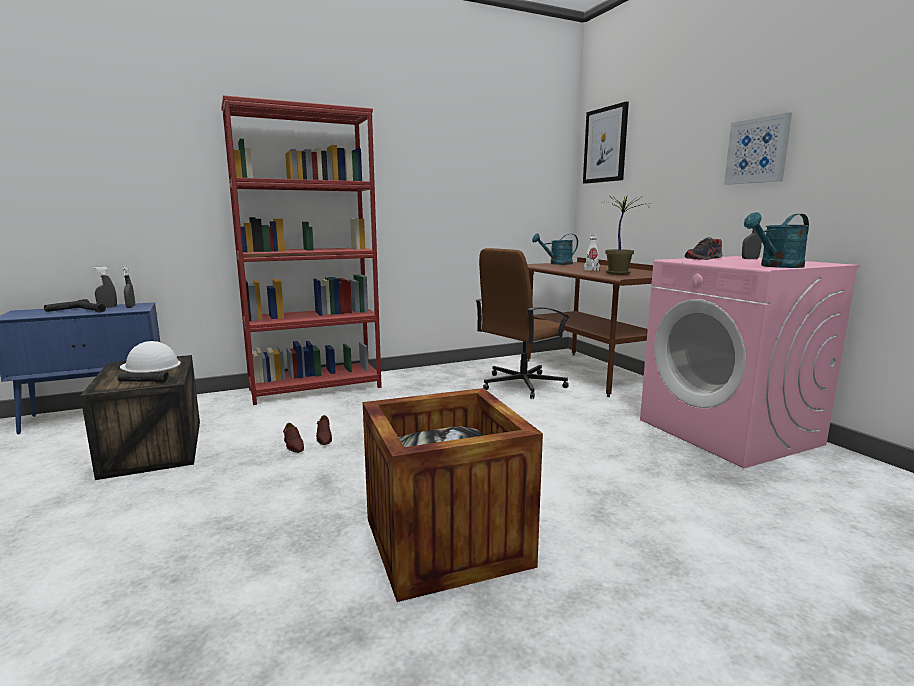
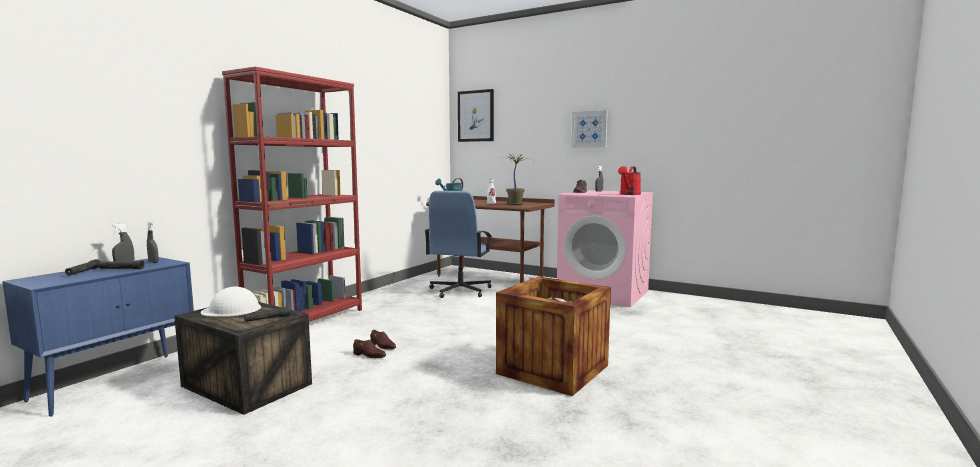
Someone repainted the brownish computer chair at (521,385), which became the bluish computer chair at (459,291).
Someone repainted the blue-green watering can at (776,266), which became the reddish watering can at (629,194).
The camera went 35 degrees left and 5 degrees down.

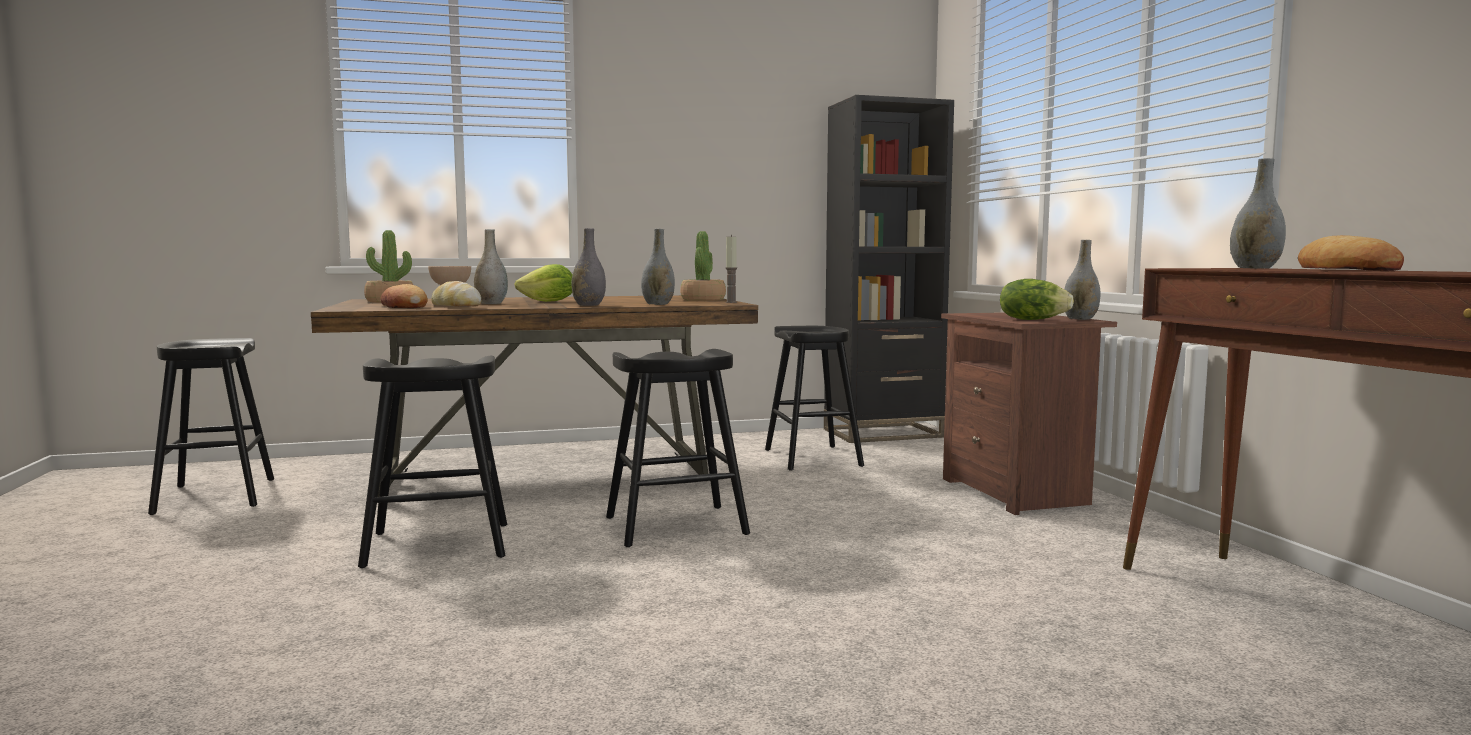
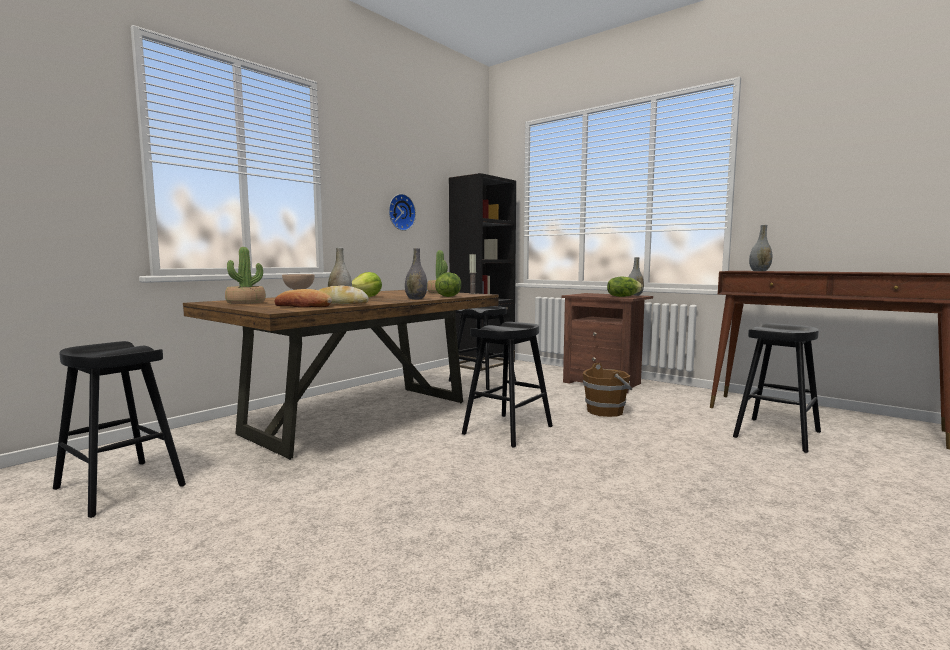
Someone took away the bakery bread at (1346,269).
Someone put up the hanging clock at (400,212).
Someone put down the brownish pail at (606,411).
Someone carried the black sitting stool from (438,545) to (777,434).
Someone swapped the gray decorative vase at (658,304) for the lettuce head at (448,296).
The camera went 35 degrees left and 0 degrees up.

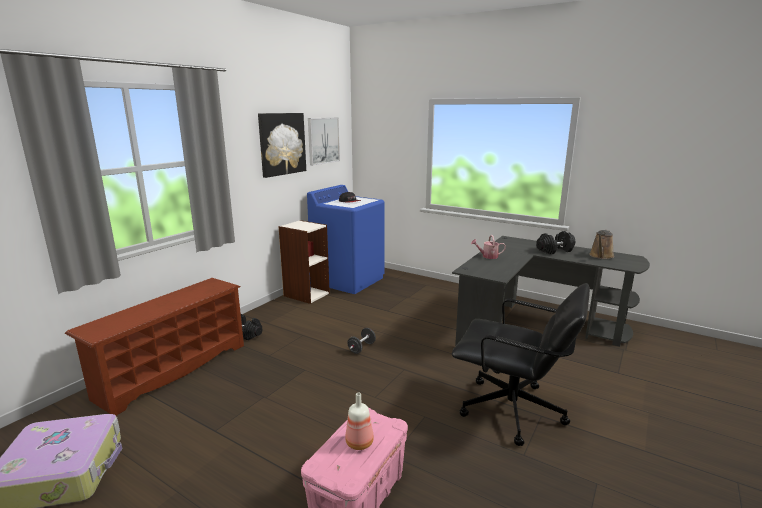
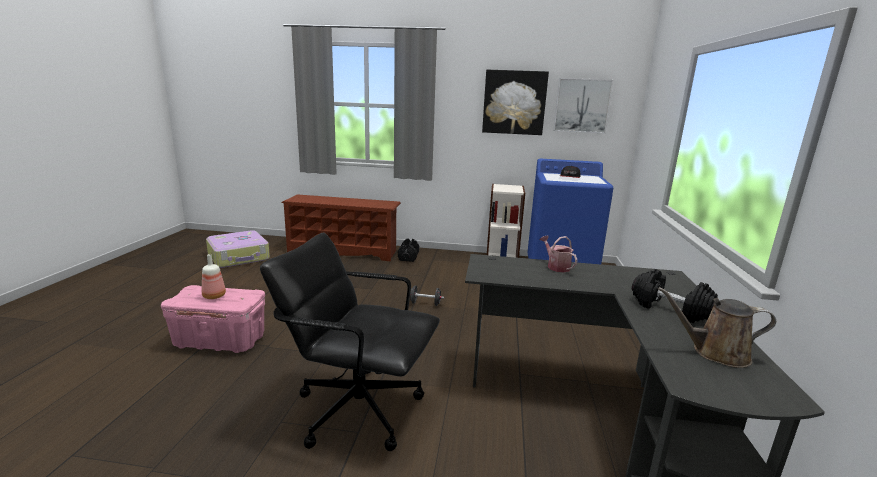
Someone rotated the black computer chair at (512,411) by 105 degrees clockwise.
The camera went 65 degrees right and 0 degrees up.

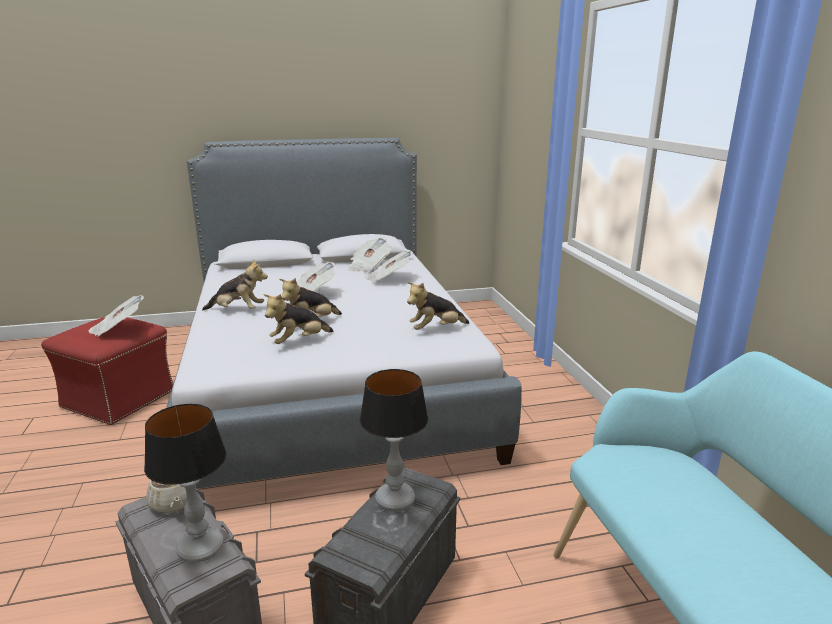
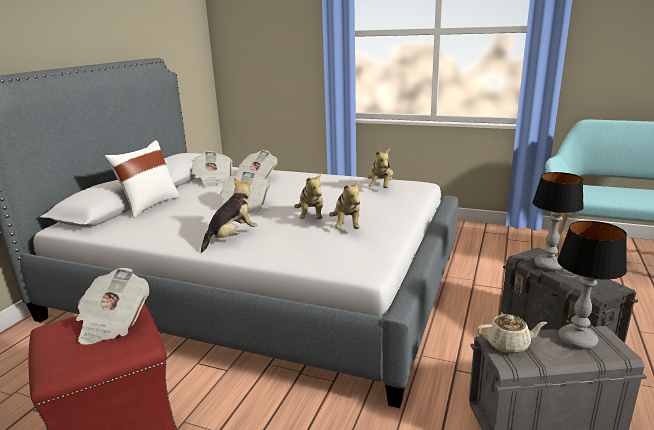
Someone put down the white-coloured throw pillow at (149,205).
The camera went 55 degrees left and 0 degrees up.

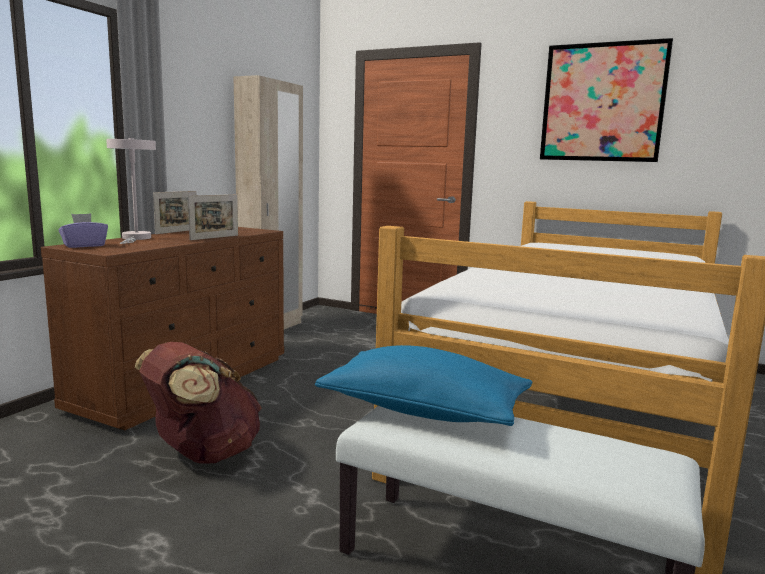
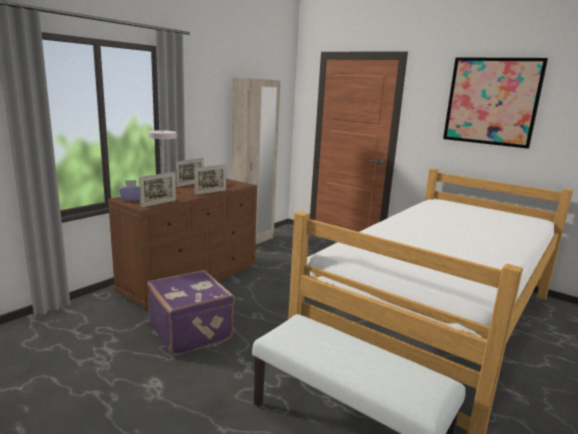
Someone took away the bluish throw pillow at (424,410).
Someone put down the photo frame at (158,203).
Someone swapped the brownish backpack at (202,454) for the purple-coloured piece of luggage at (191,331).
The camera went 10 degrees right and 5 degrees up.

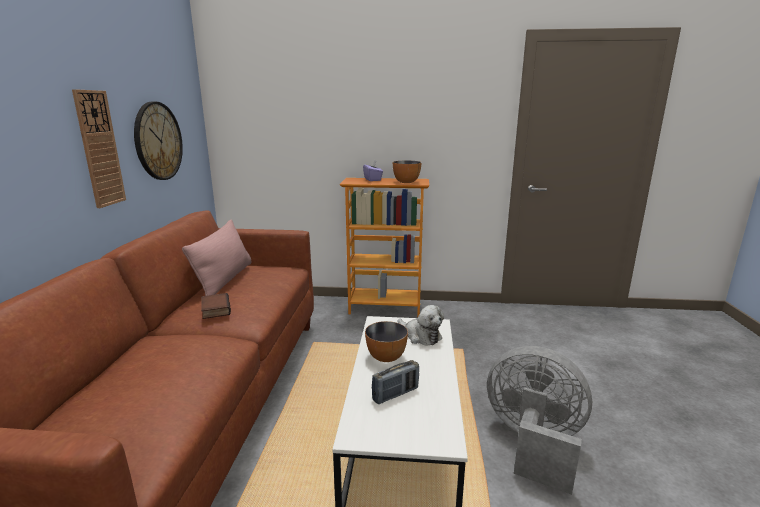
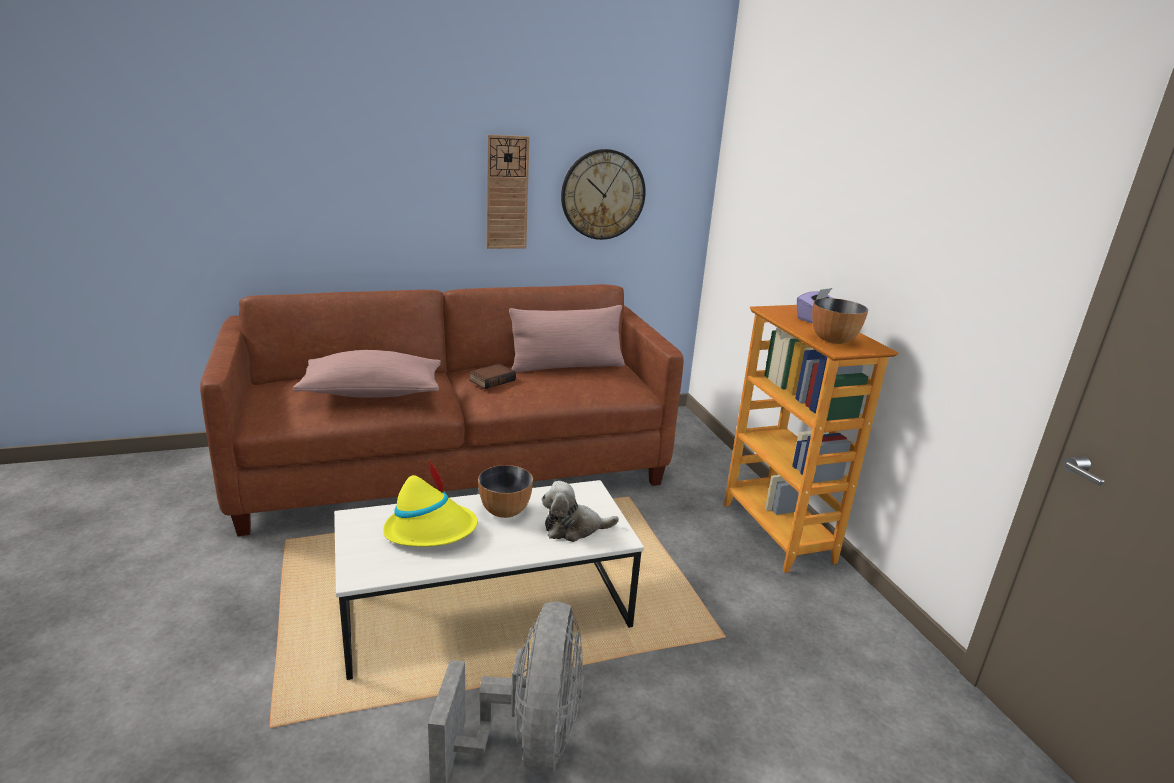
Someone put down the pinkish throw pillow at (372,393).
Someone swapped the radio at (395,394) for the yellowish wearable hat at (431,530).
Someone rotated the plush toy at (421,336) by 60 degrees clockwise.
The camera went 65 degrees right and 5 degrees up.

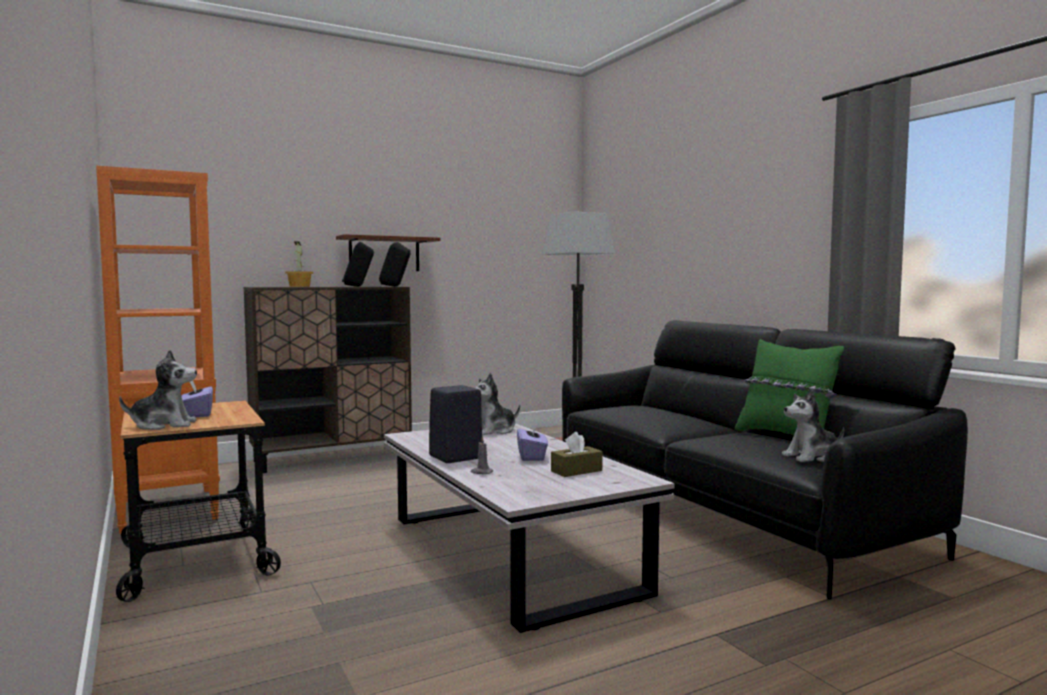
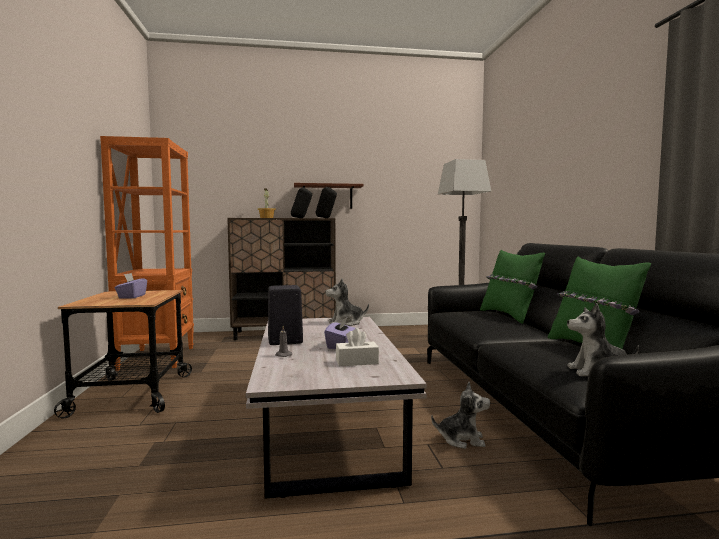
Someone put down the green throw pillow at (509,316).
Someone carried the plush toy from (164,425) to (462,439).
Someone repainted the brownish tissue box at (576,471), which became the white-coloured tissue box at (357,362).
The camera went 20 degrees right and 0 degrees up.

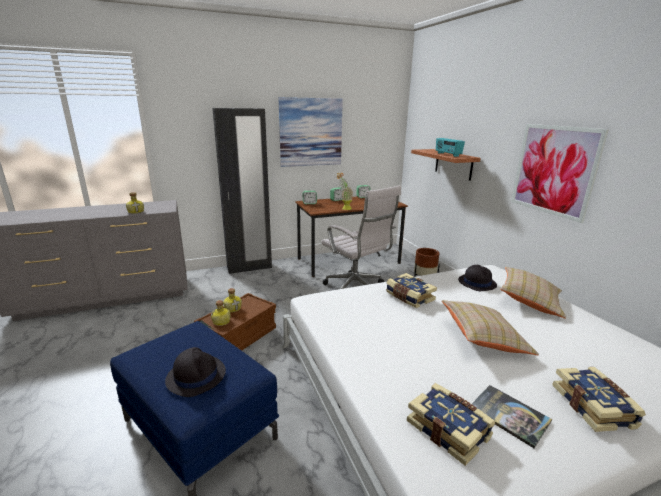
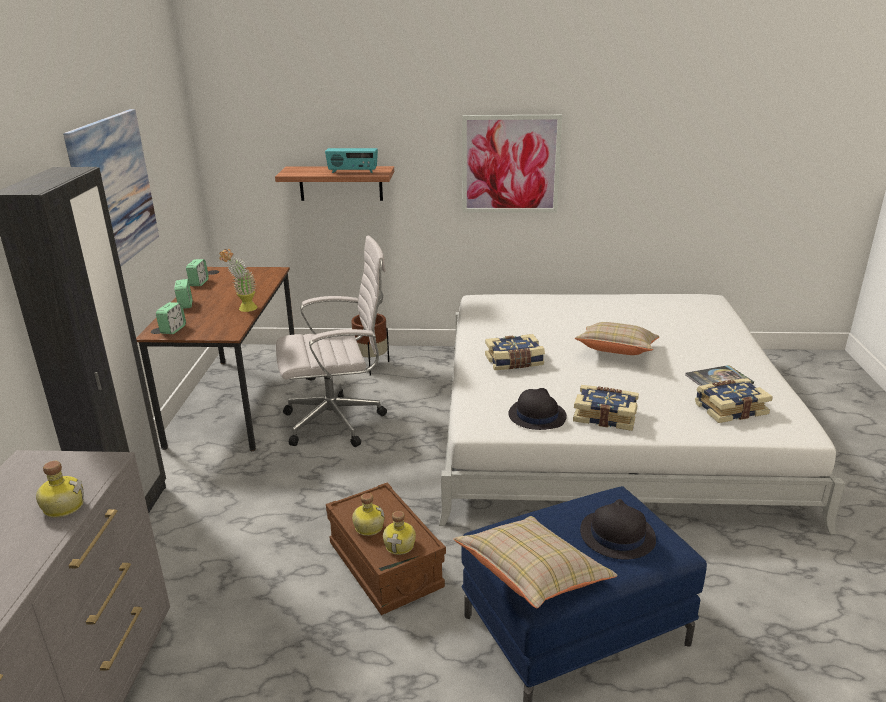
Someone carried the black wearable hat from (477,282) to (536,415).
Someone carried the beige-coloured throw pillow from (529,301) to (533,577).
Someone carried the bound book from (594,406) to (605,416).
The camera went 65 degrees left and 5 degrees up.

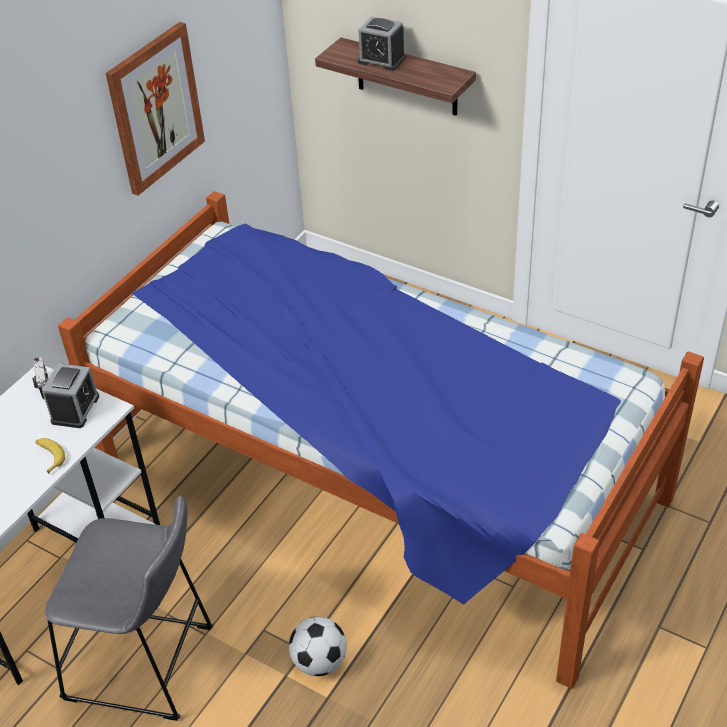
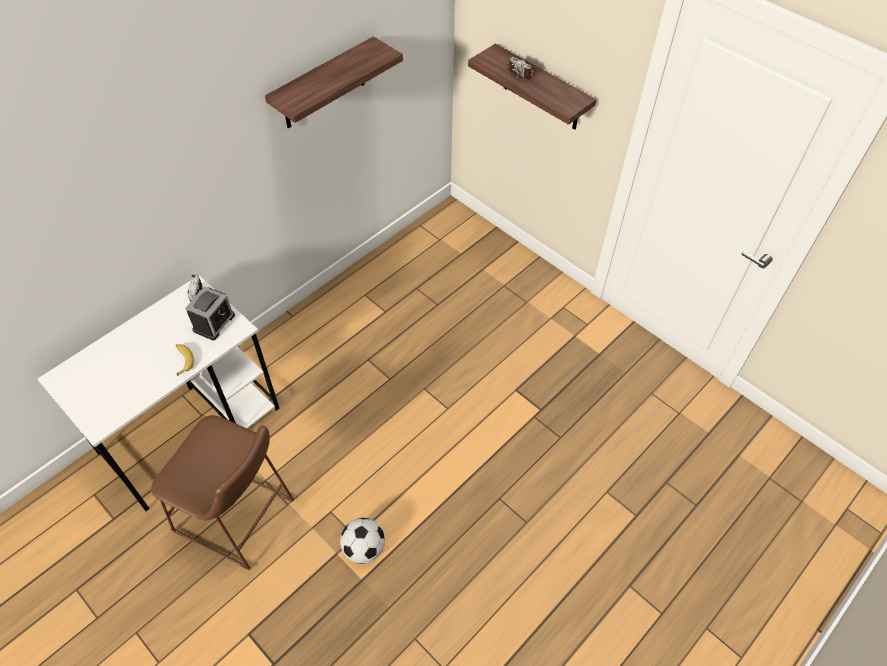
Someone took away the bed at (376,482).
Someone swapped the picture at (155,108) for the bracket shelf at (323,85).
Someone swapped the bedside clock at (381,60) for the photo camera at (521,72).
Someone repainted the gray sitting stool at (147,665), which became the brownish sitting stool at (239,519).
The camera went 10 degrees right and 10 degrees up.

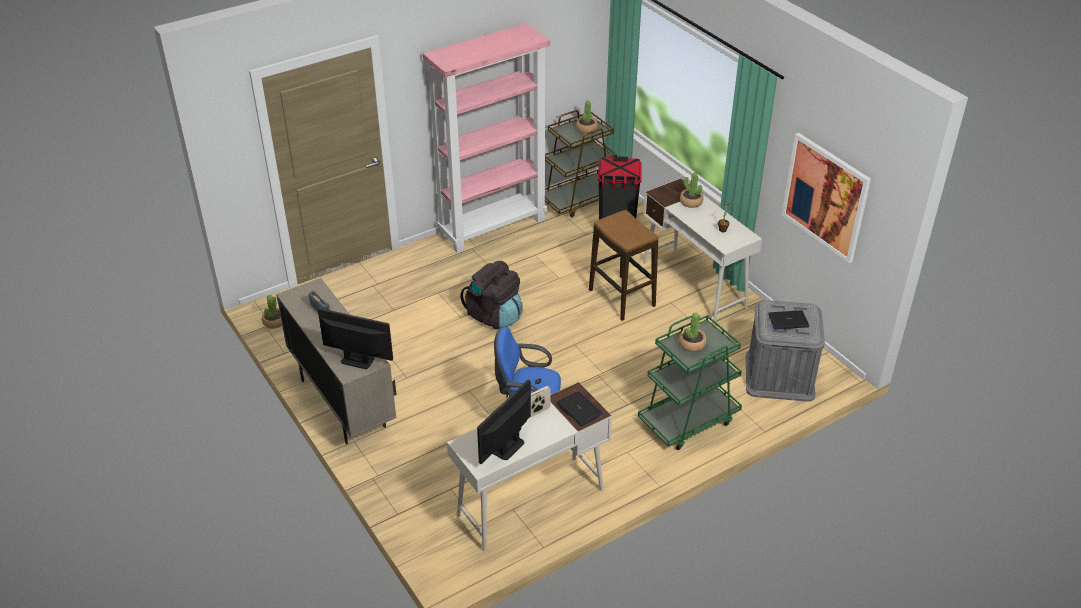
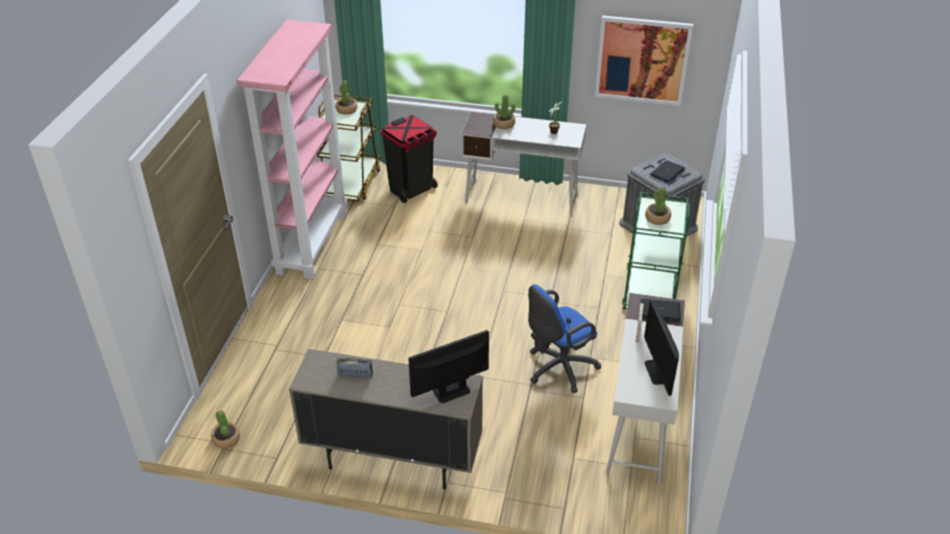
Someone took away the black backpack at (494,316).
Someone took away the sitting stool at (621,298).
The camera went 45 degrees left and 0 degrees up.

